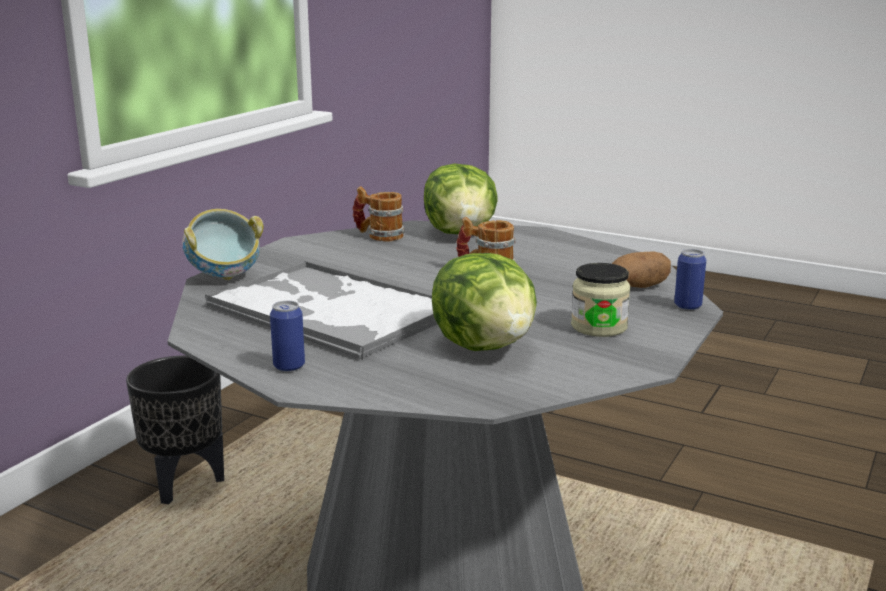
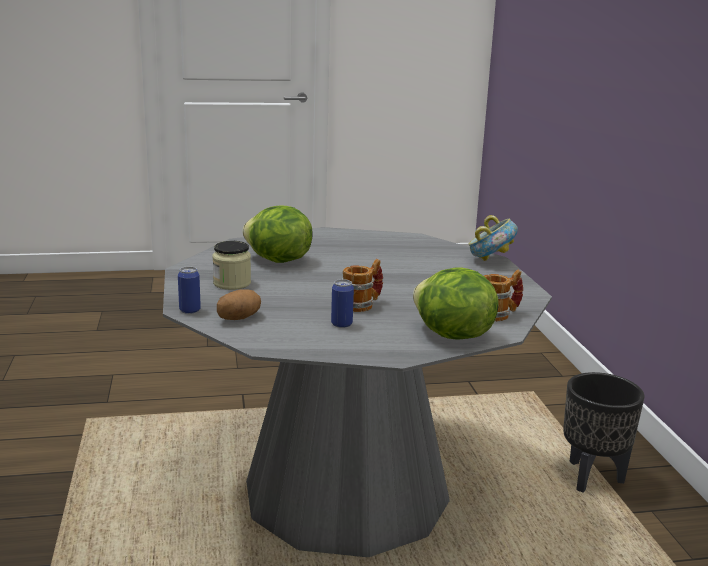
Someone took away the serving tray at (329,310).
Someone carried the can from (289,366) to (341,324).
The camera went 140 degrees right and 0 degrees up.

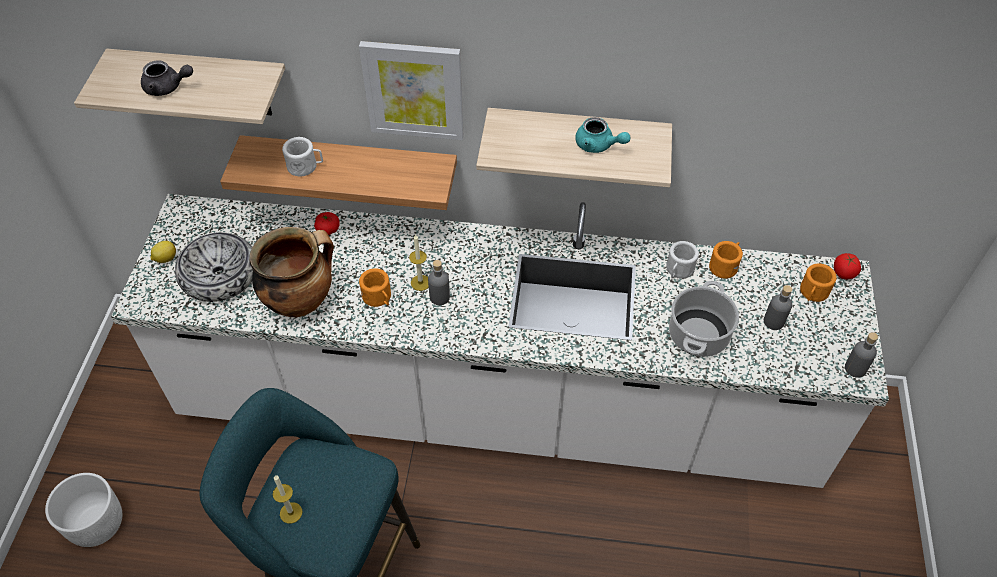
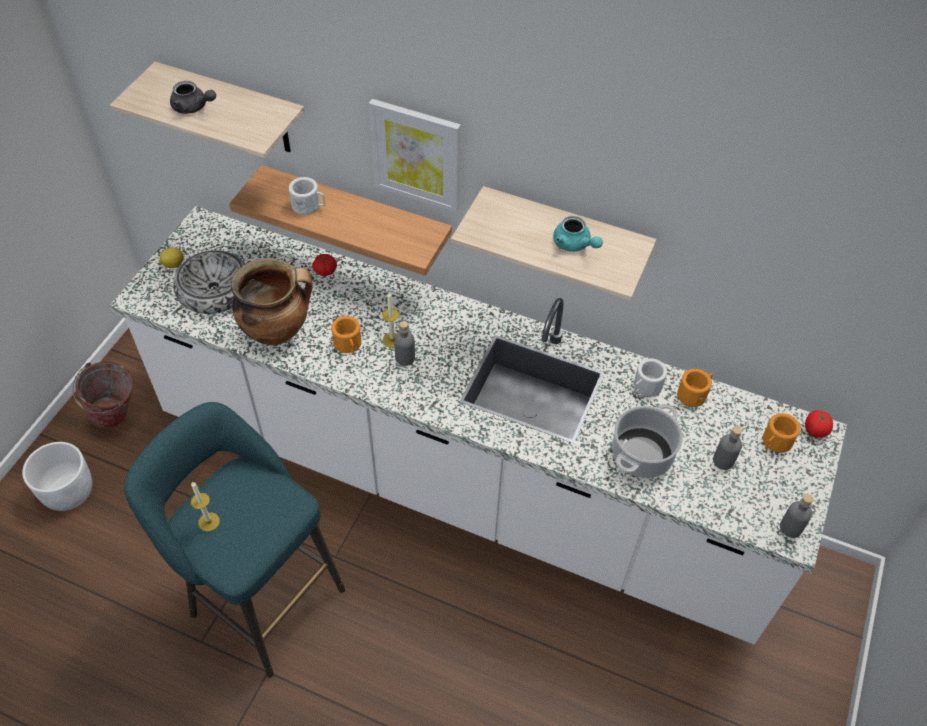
Someone put down the pail at (117,418).
The camera went 15 degrees right and 0 degrees up.

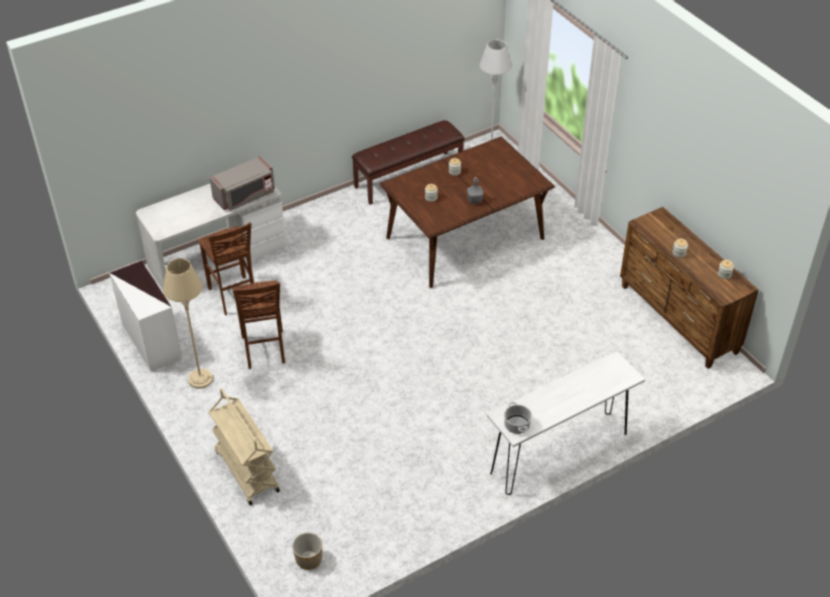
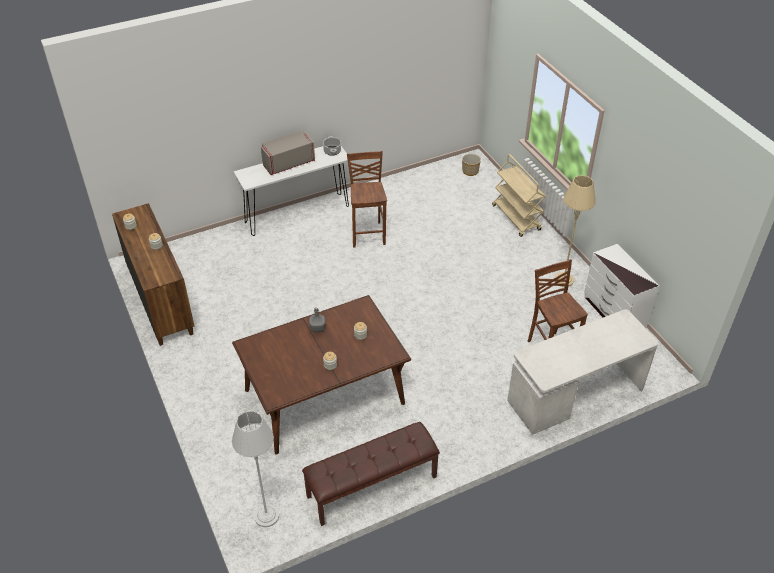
Someone carried the gray kitchen microwave from (245,196) to (288,163).
Someone carried the brownish sitting stool from (264,351) to (368,233).
The camera went 175 degrees left and 0 degrees up.

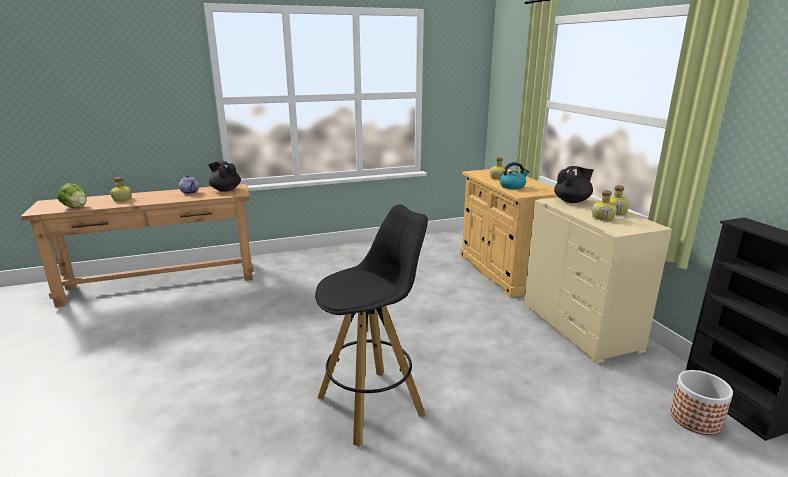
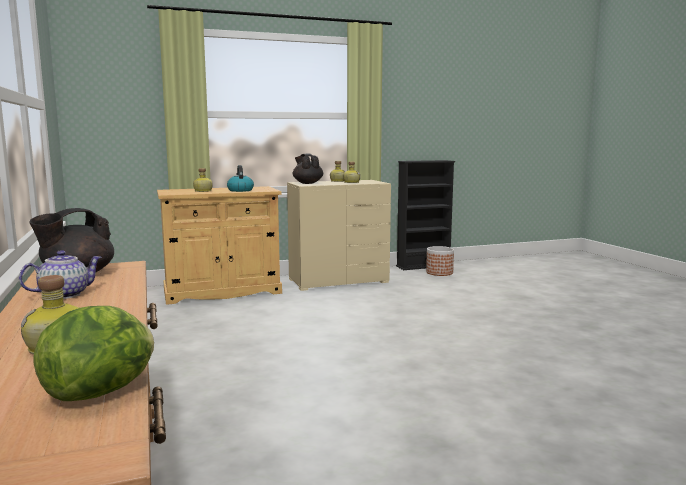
Someone took away the black sitting stool at (372,405).
The camera went 90 degrees left and 10 degrees down.

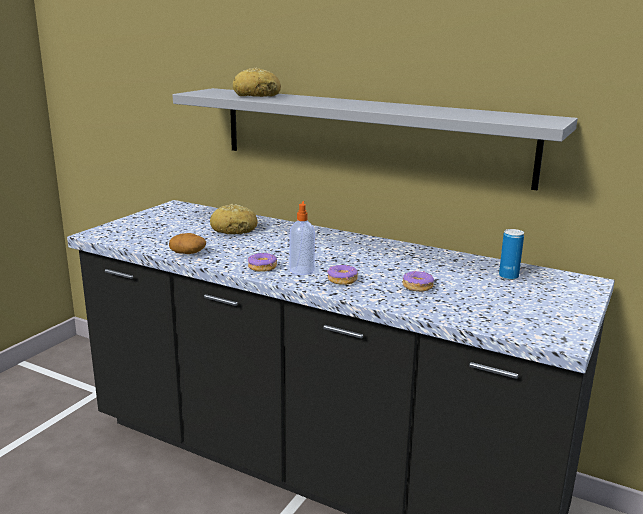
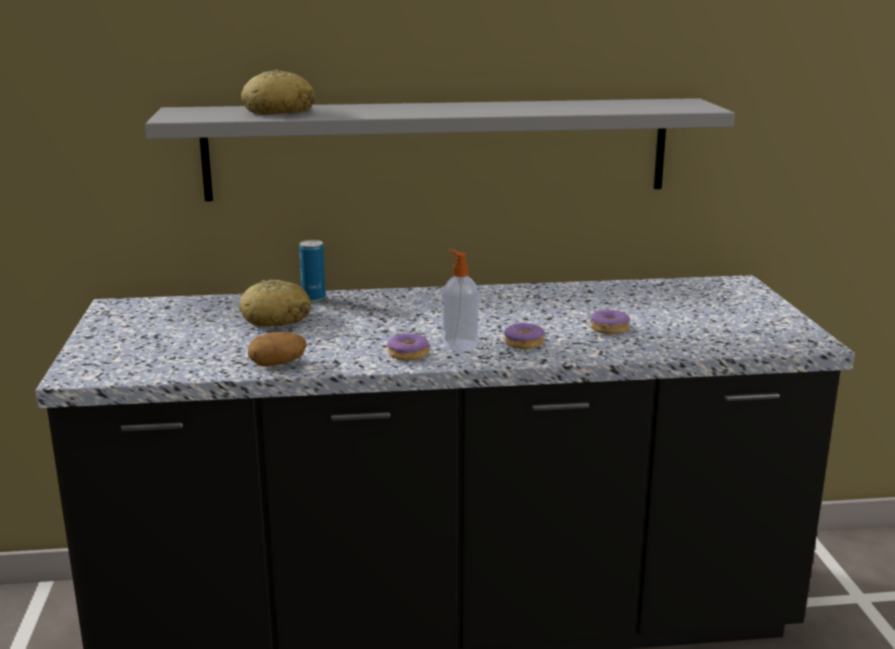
Someone carried the can from (508,277) to (313,298).
The camera went 35 degrees left and 0 degrees up.

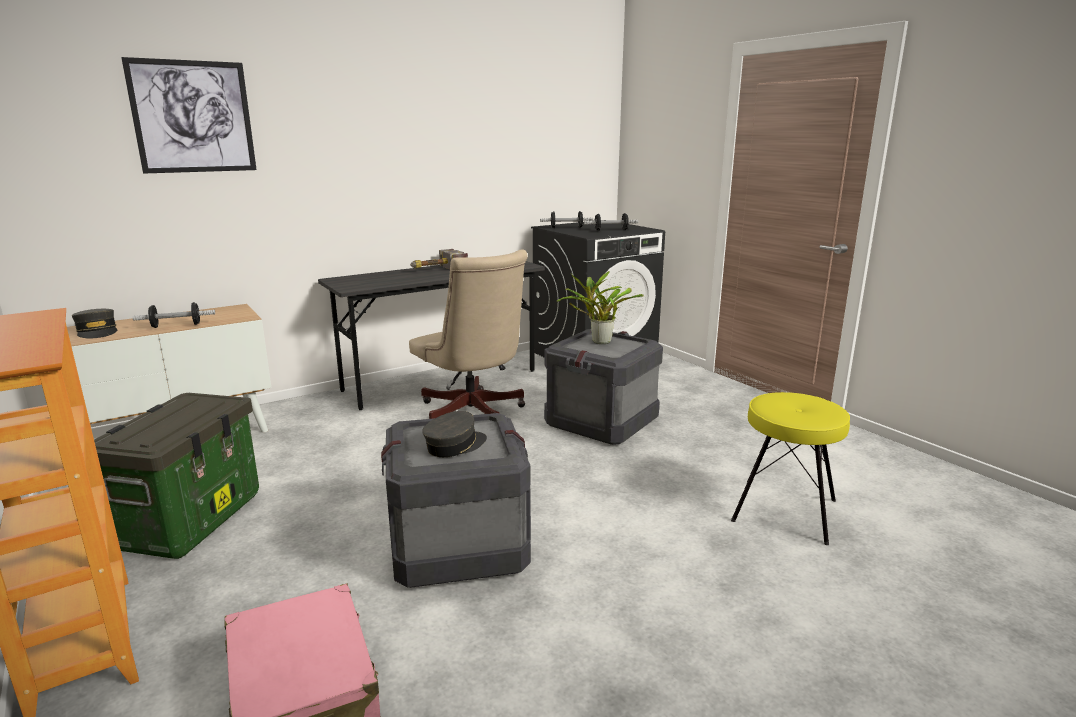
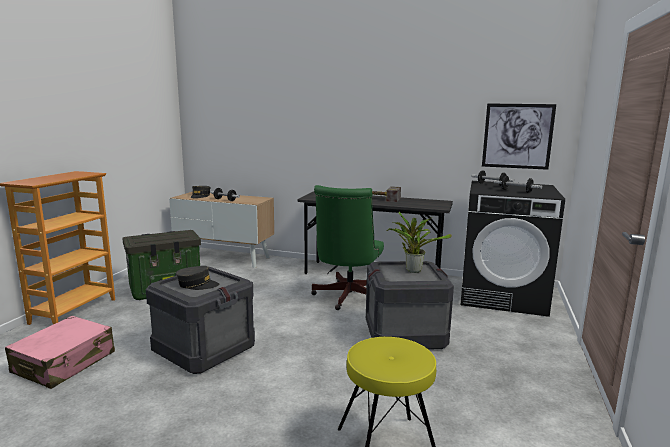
Someone carried the picture from (193,117) to (517,136).
Someone repainted the beige-coloured computer chair at (473,414), which became the green computer chair at (347,298).
The camera went 50 degrees right and 5 degrees down.

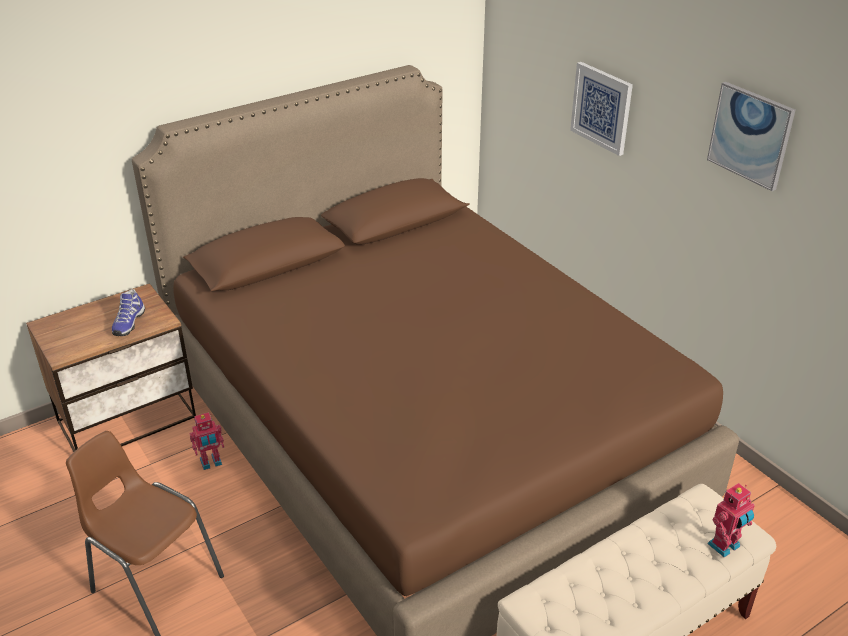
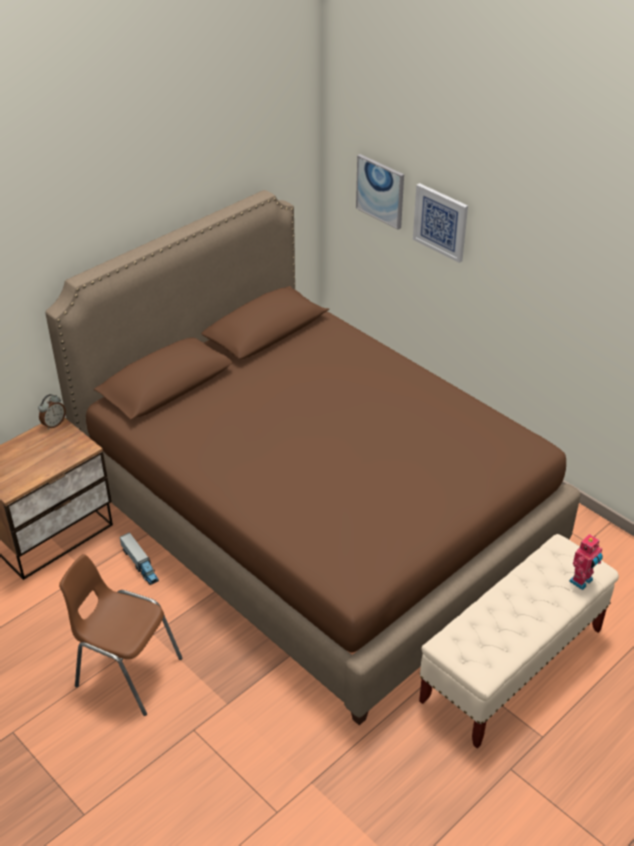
Someone took away the shoe at (128,323).
Someone put down the bedside clock at (53,424).
Someone carried the picture from (750,135) to (380,191).
Someone swapped the toy robot at (211,463) for the toy lorry at (140,564).
The camera went 10 degrees left and 5 degrees up.

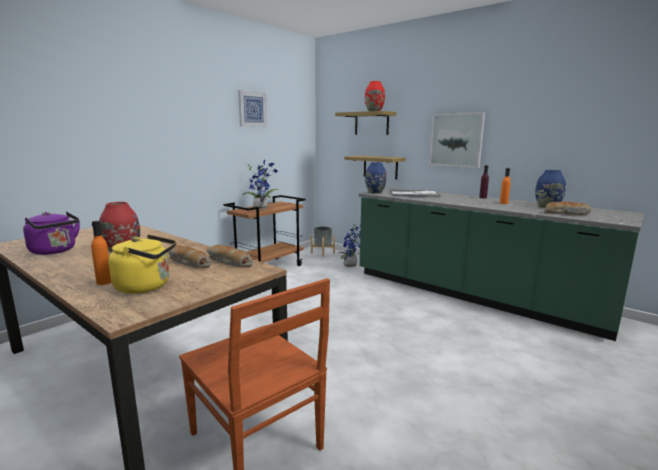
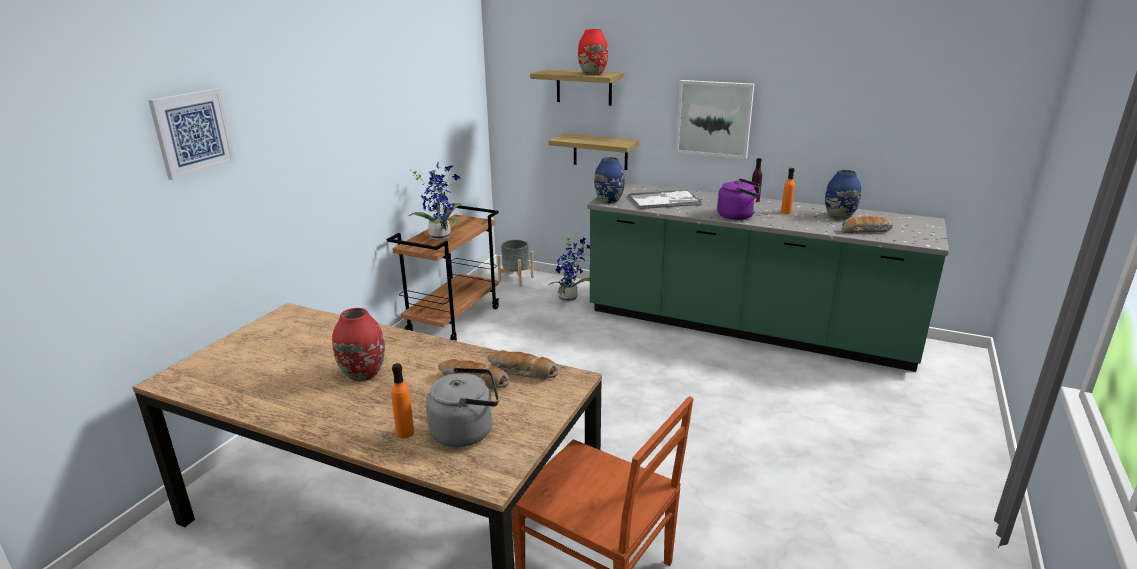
Someone carried the purple-coloured tea kettle from (55,251) to (738,216).
Someone carried the picture from (252,109) to (192,132).
Someone repainted the yellowish tea kettle at (147,286), which became the gray tea kettle at (466,431).
The camera went 15 degrees left and 10 degrees up.

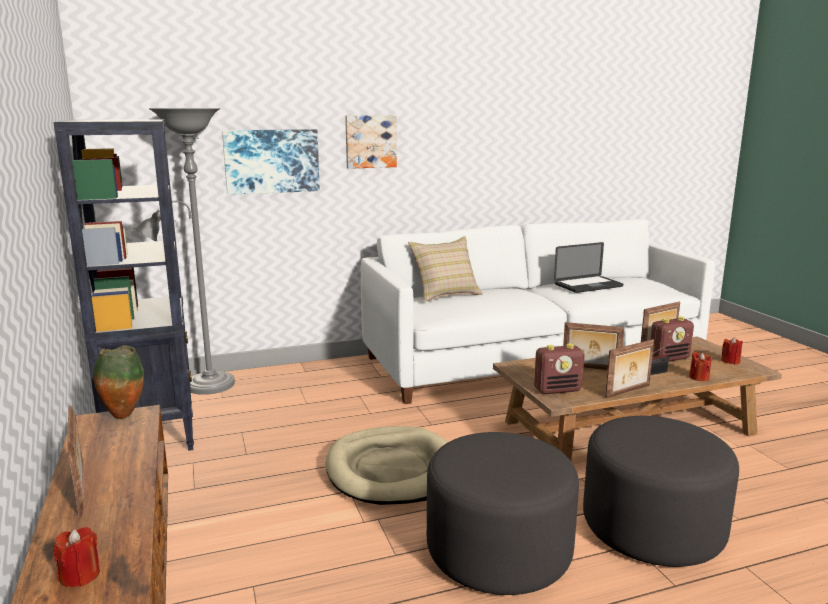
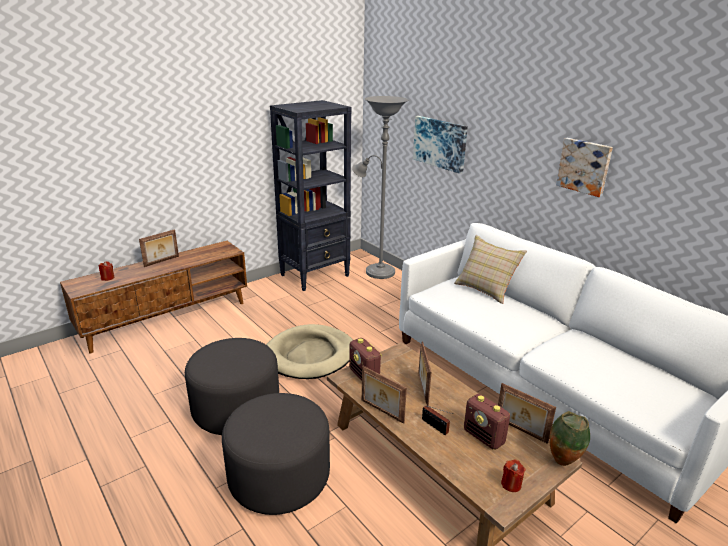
Someone took away the laptop at (588,285).
Someone took away the reddish candle at (699,377).
Someone carried the decorative vase from (123,415) to (563,462).
Someone carried the picture from (370,141) to (584,166).
The camera went 70 degrees right and 10 degrees up.

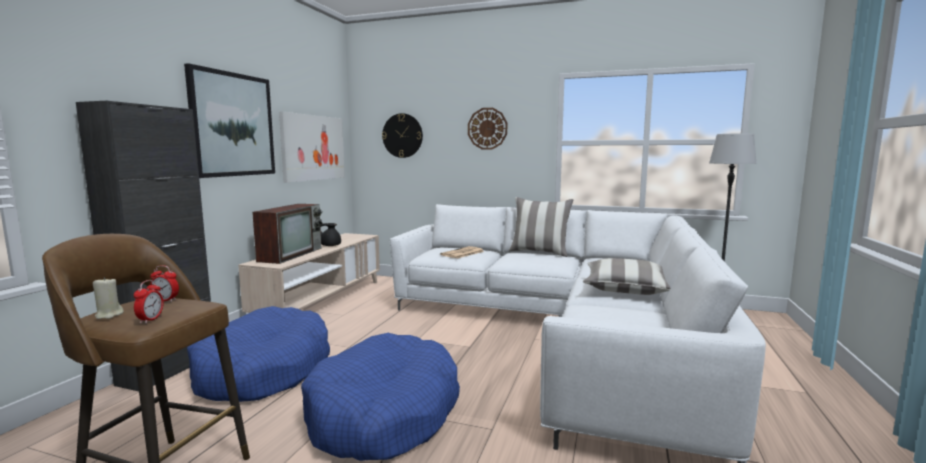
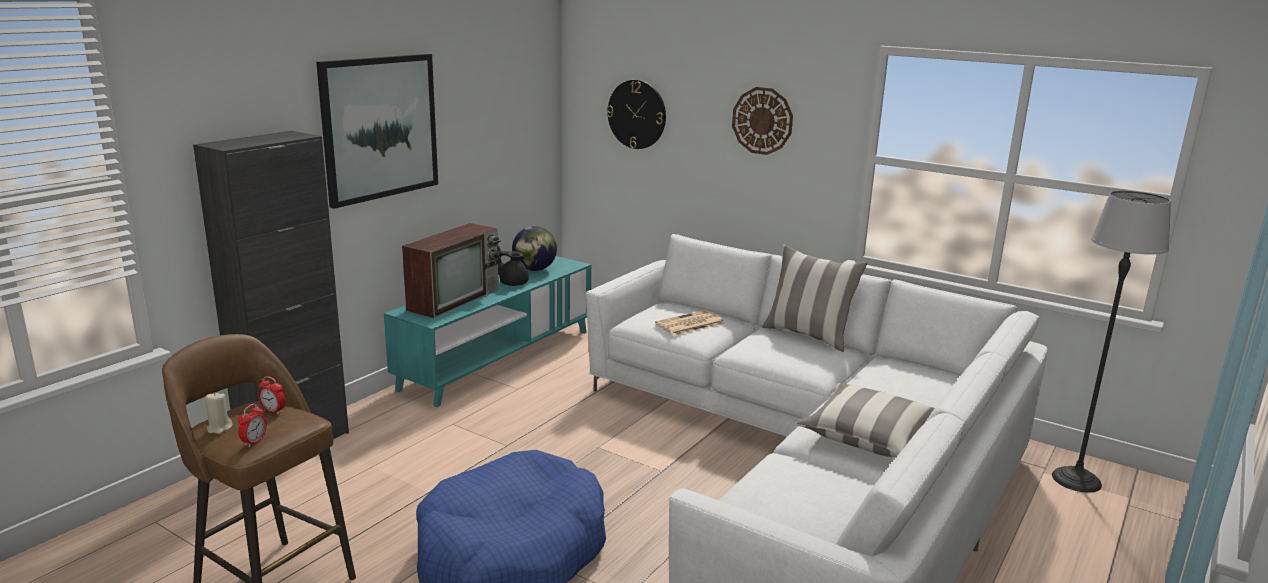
Someone took away the bluish pet bed at (263,370).
Someone took away the picture at (313,148).
Someone put down the world globe at (534,269).
Someone repainted the beige-coloured tv unit at (321,301), which became the blue-green tv unit at (498,359).
The camera went 15 degrees right and 10 degrees up.

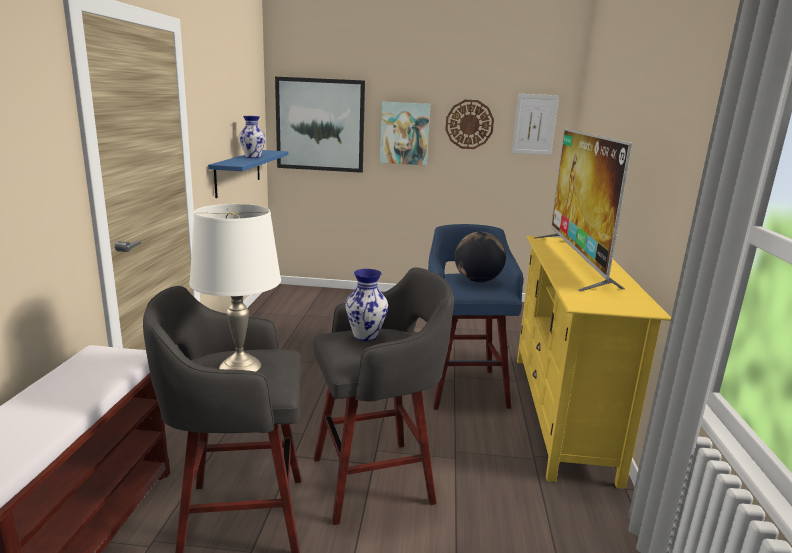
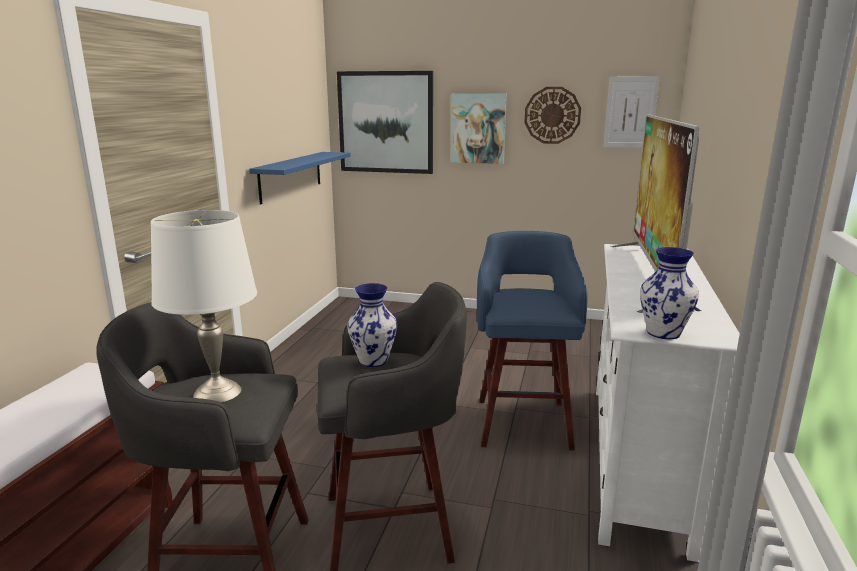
Someone took away the world globe at (477,280).
Someone carried the decorative vase from (253,157) to (663,333).
Someone repainted the yellowish tv unit at (562,413), which became the white-coloured tv unit at (637,459).
The camera went 10 degrees right and 0 degrees up.

